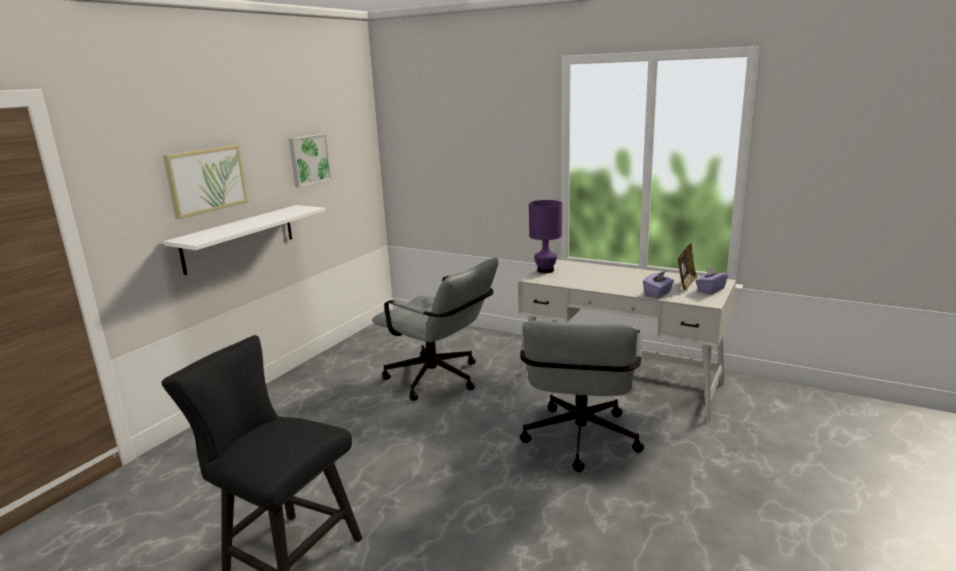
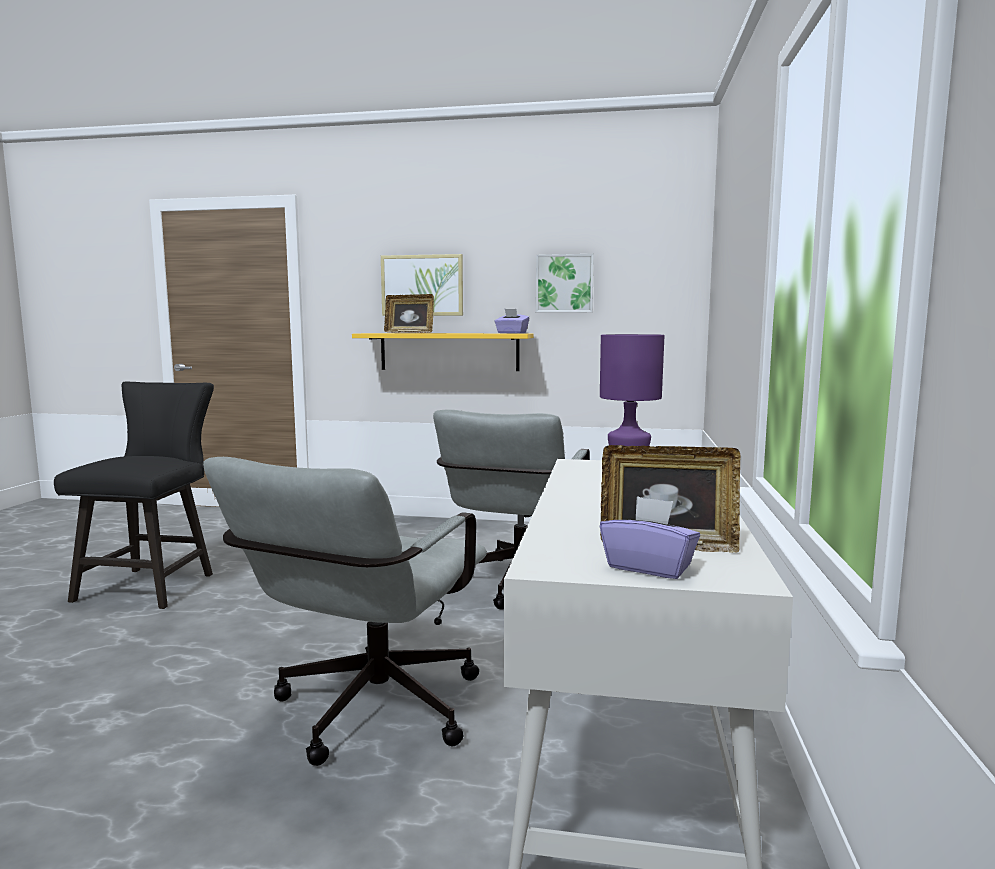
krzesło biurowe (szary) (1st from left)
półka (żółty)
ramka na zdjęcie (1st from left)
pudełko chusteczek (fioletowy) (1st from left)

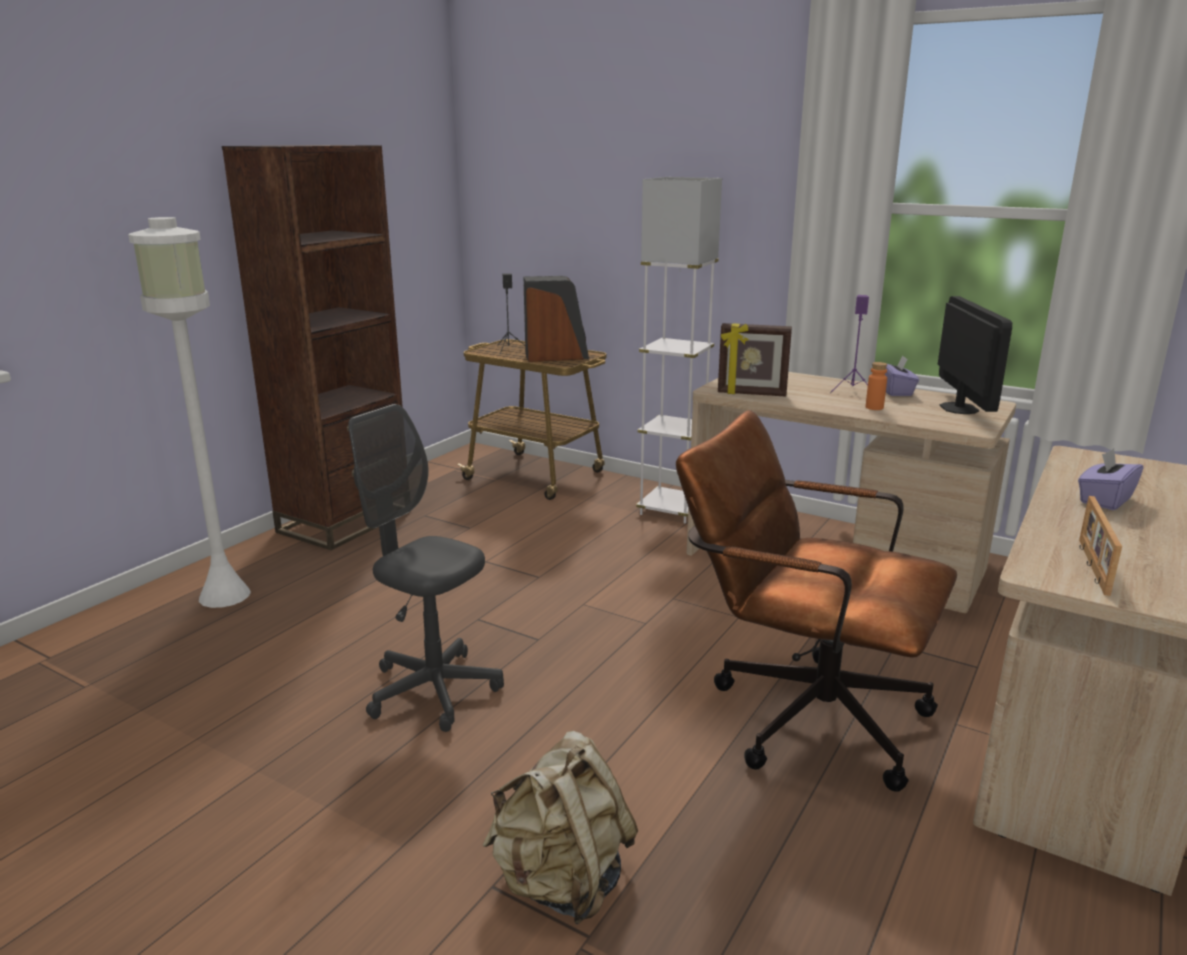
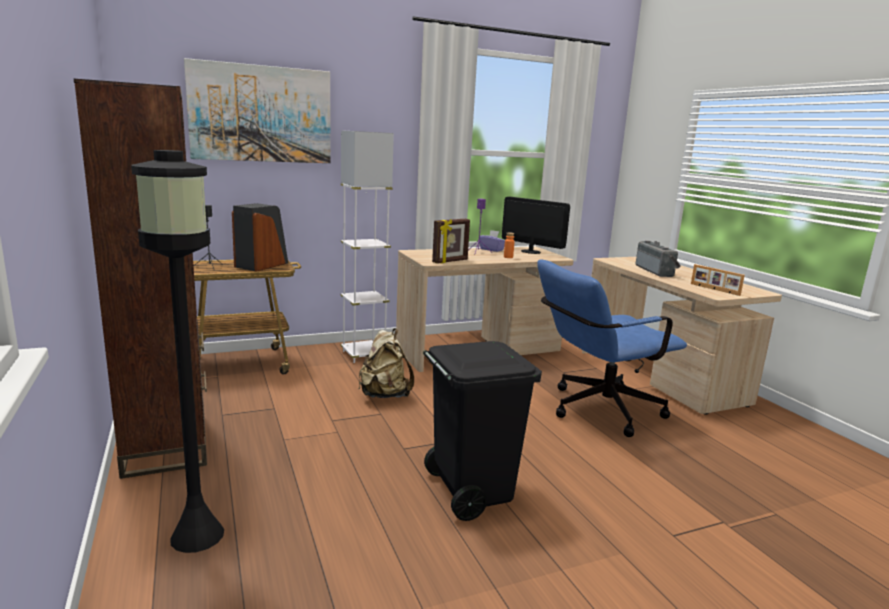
lampa stojąca (czarny)
obraz
plecak (beżowy)
kosz na śmieci (czarny)
krzesło biurowe (niebieski)
radio

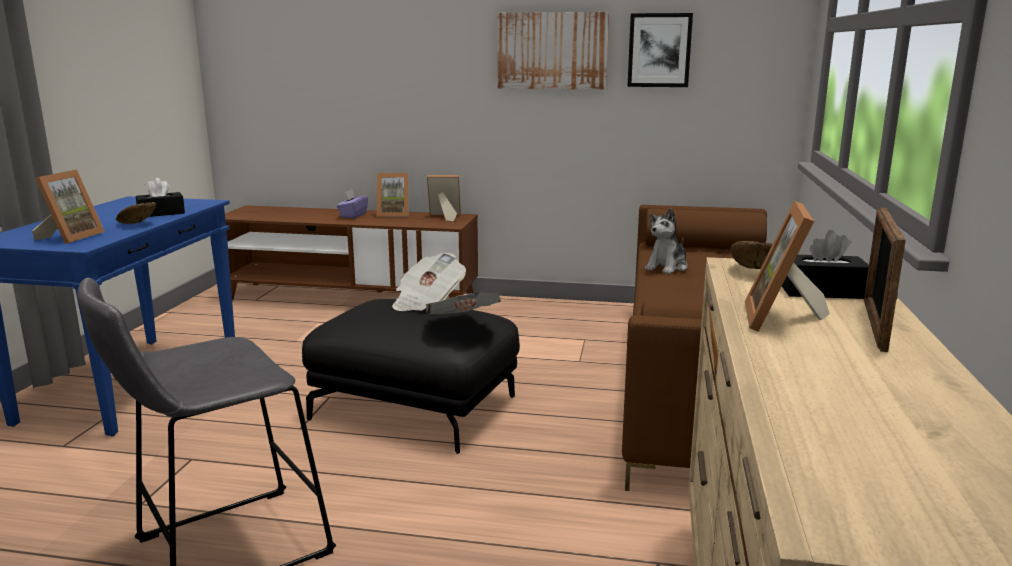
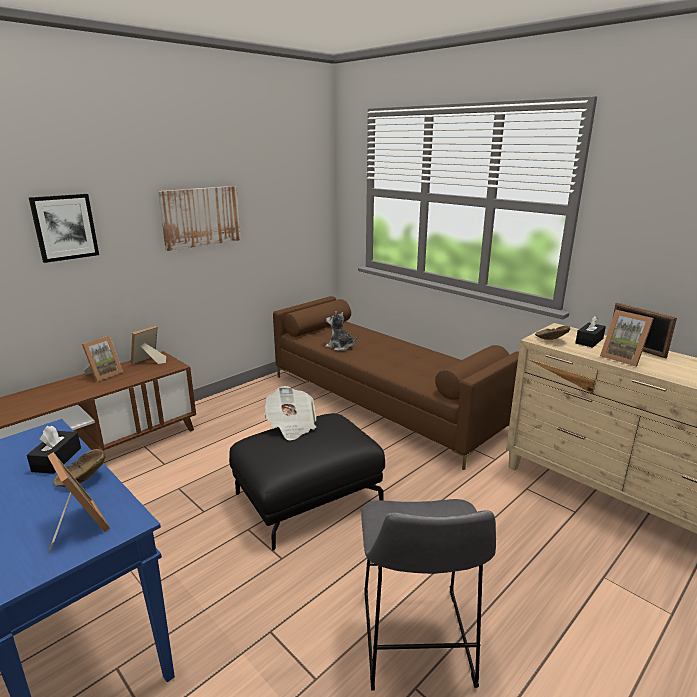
obraz (1st from left)
pluszak
pudełko chusteczek (fioletowy)
gazeta (2nd from left in the first image)

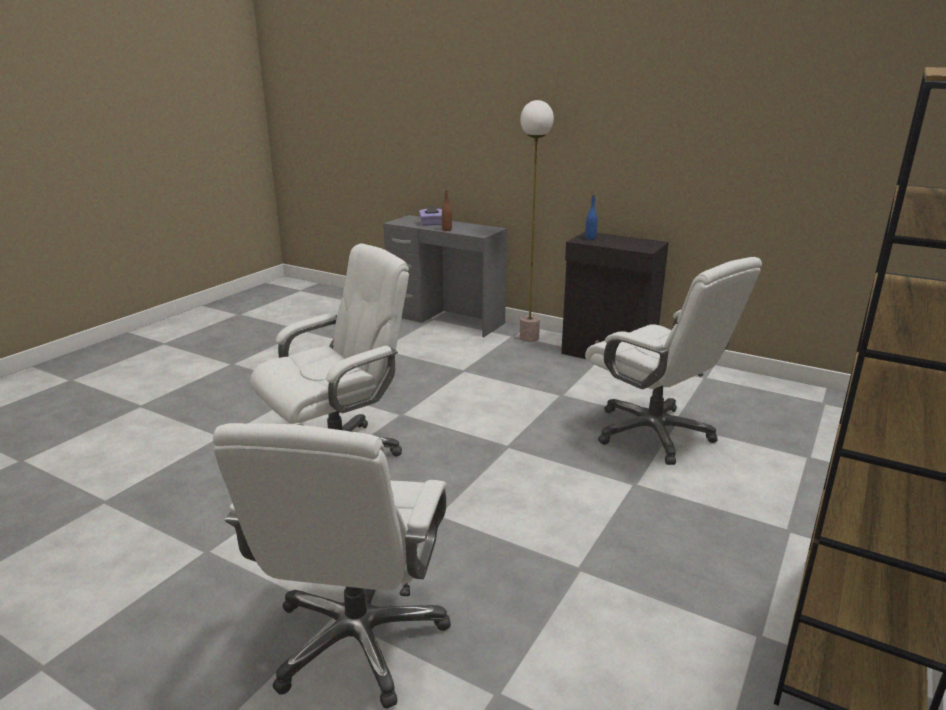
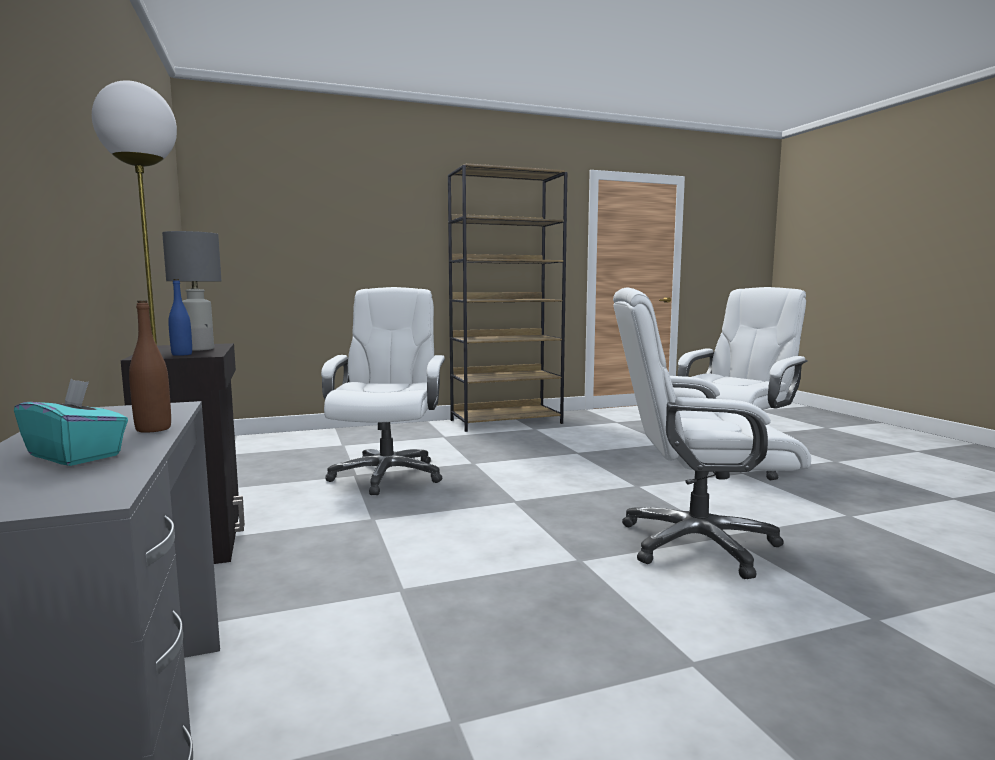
pudełko chusteczek (turkusowy)
lampa stołowa (szary)

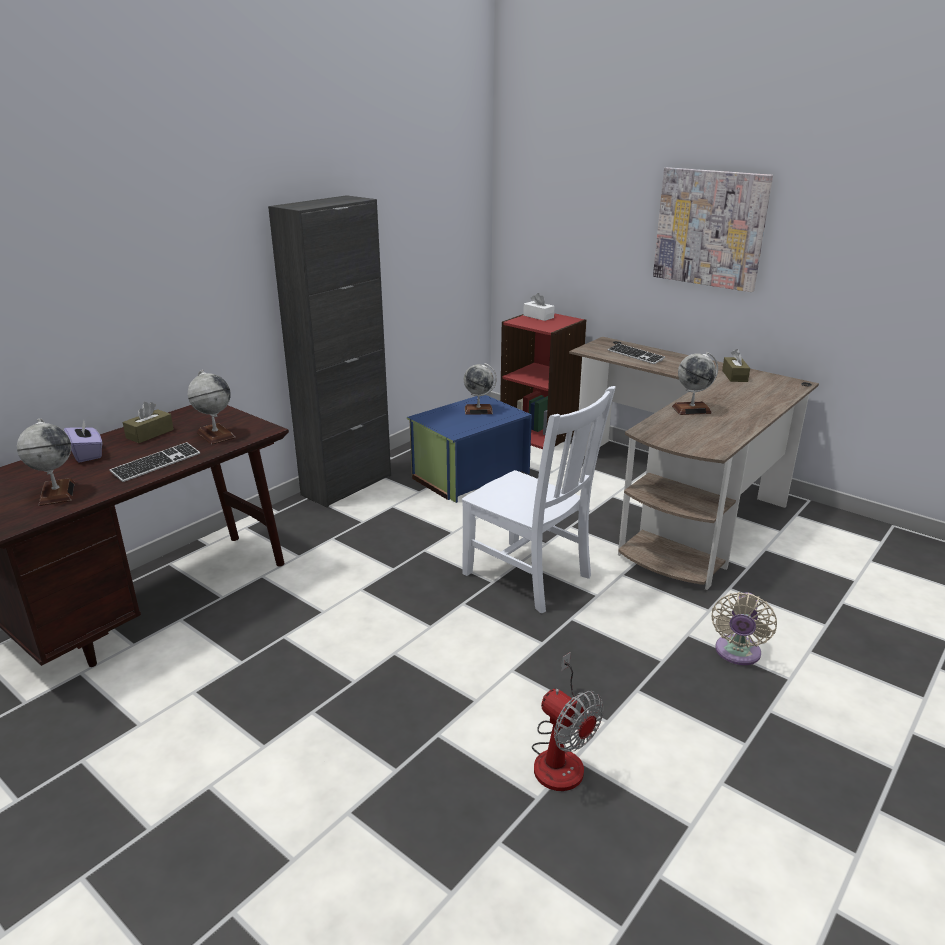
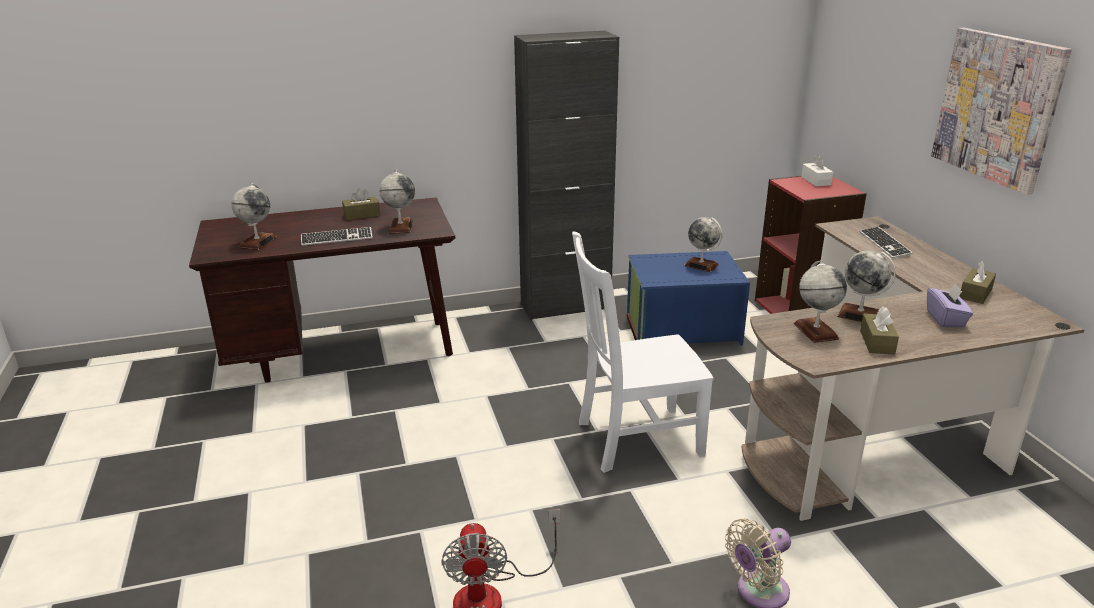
krzesło (biały)
globus (4th from left)
pudełko chusteczek (brązowy) (2nd from left)
pudełko chusteczek (fioletowy)

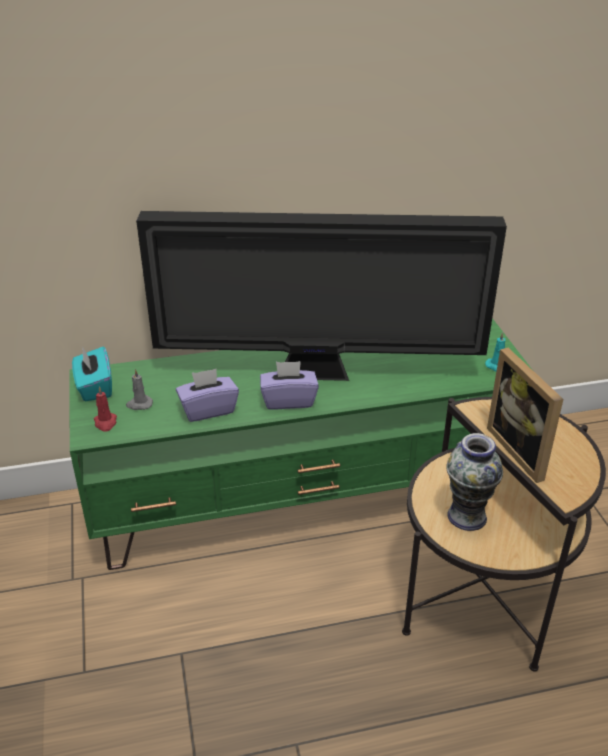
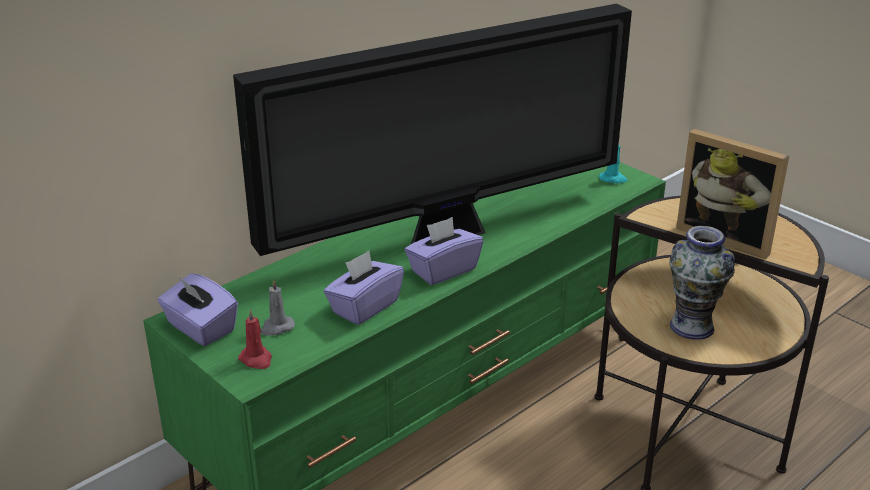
pudełko chusteczek (fioletowy) (1st from left)

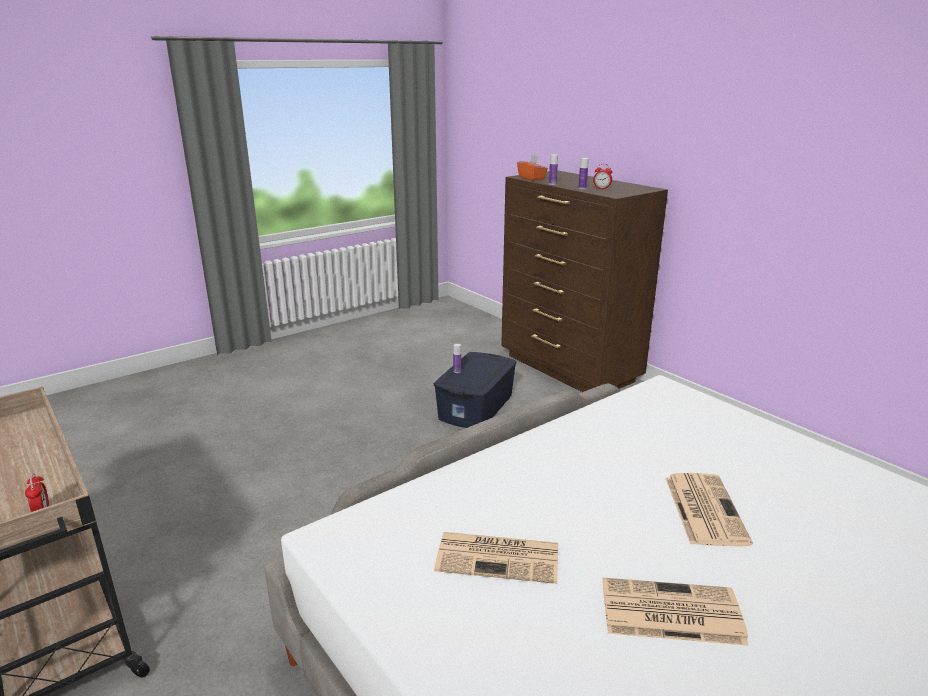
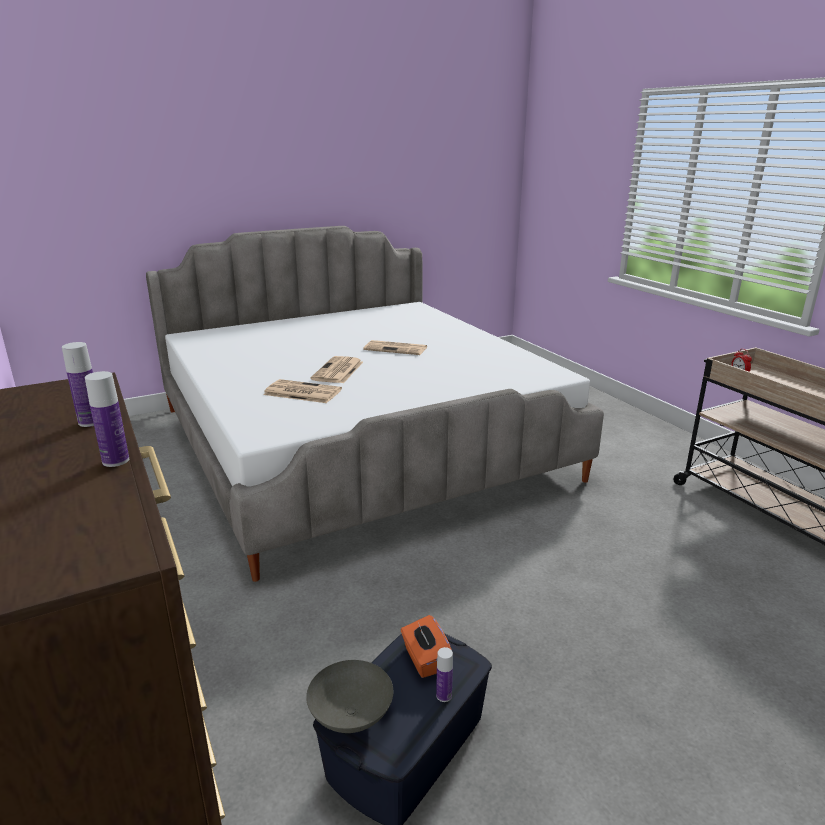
gazeta (1st from left)
miska (szary)
pudełko chusteczek (pomarańczowy)
budzik (2nd from left in the first image)

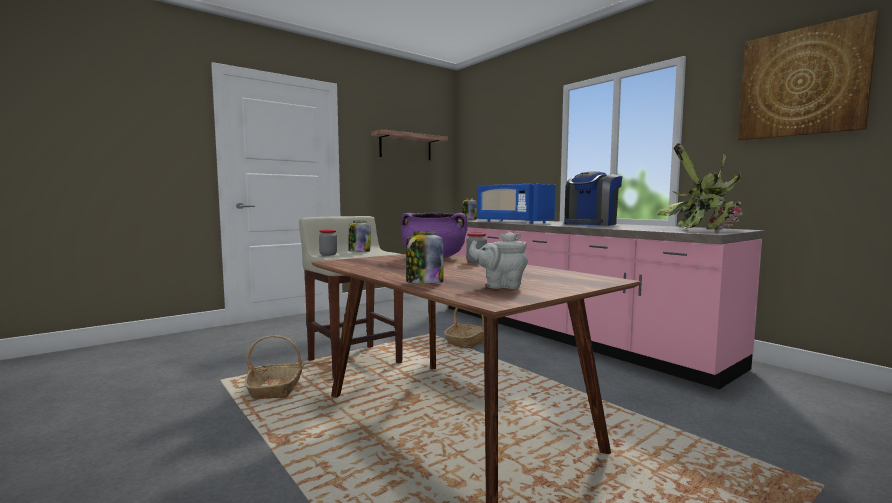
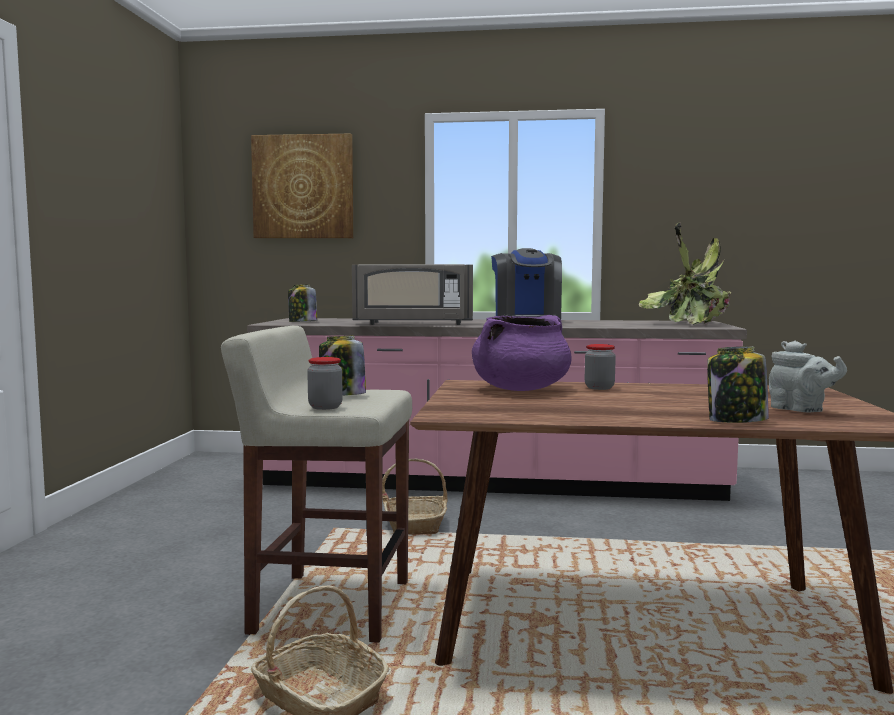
obraz
mikrofalówka (szary)
imbryk (szary)
półka

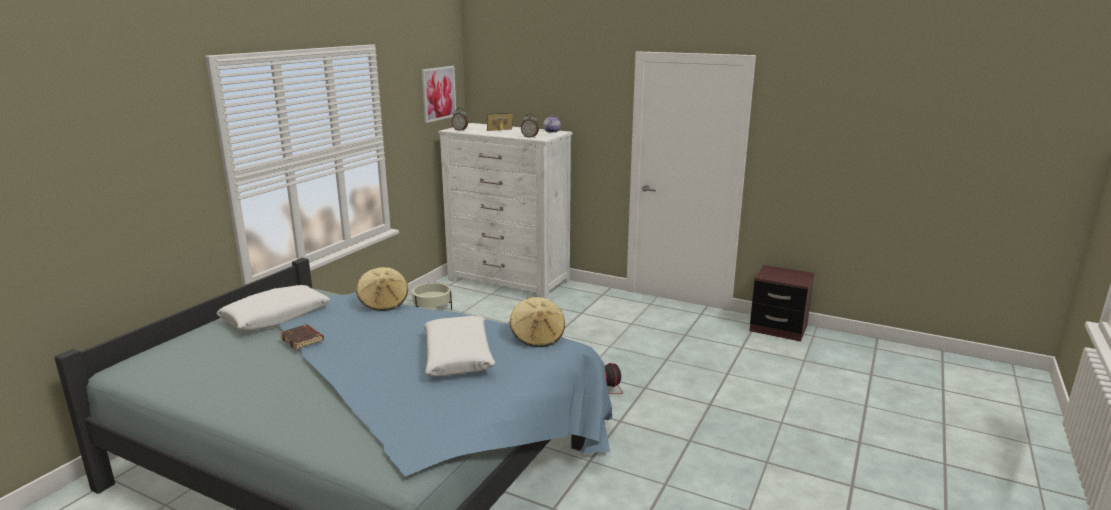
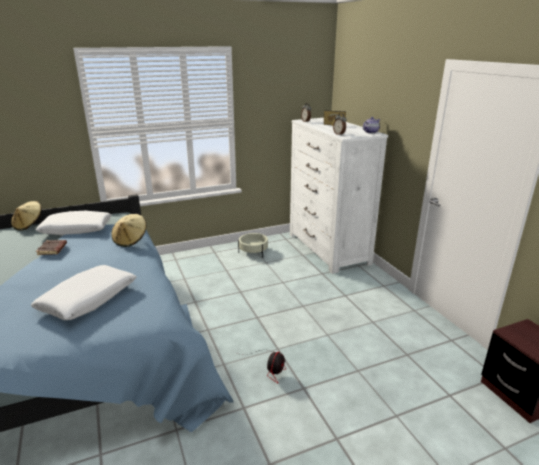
kapelusz (beżowy) (1st from left)
obraz

